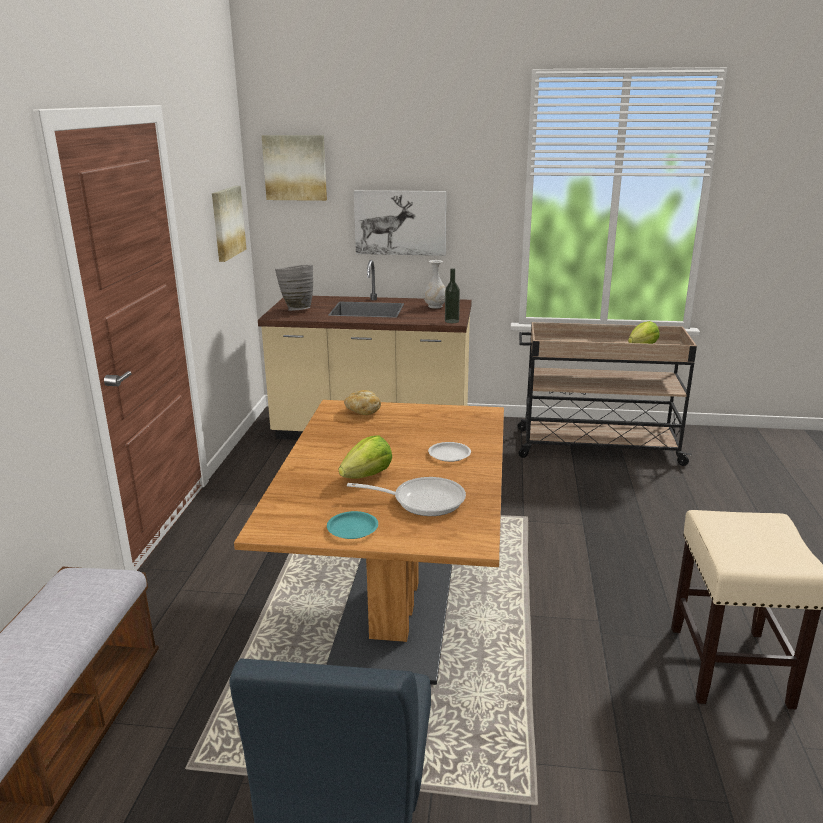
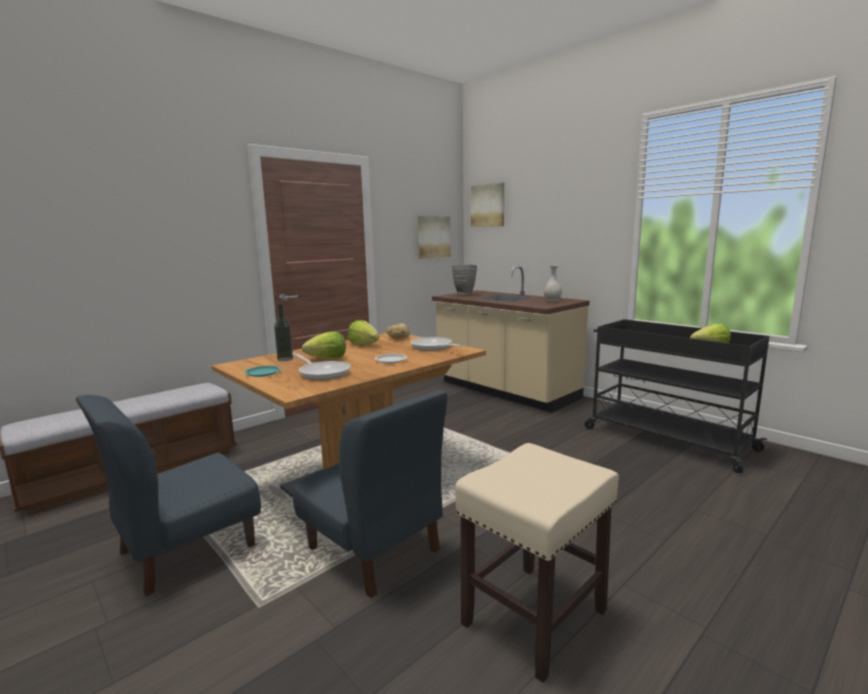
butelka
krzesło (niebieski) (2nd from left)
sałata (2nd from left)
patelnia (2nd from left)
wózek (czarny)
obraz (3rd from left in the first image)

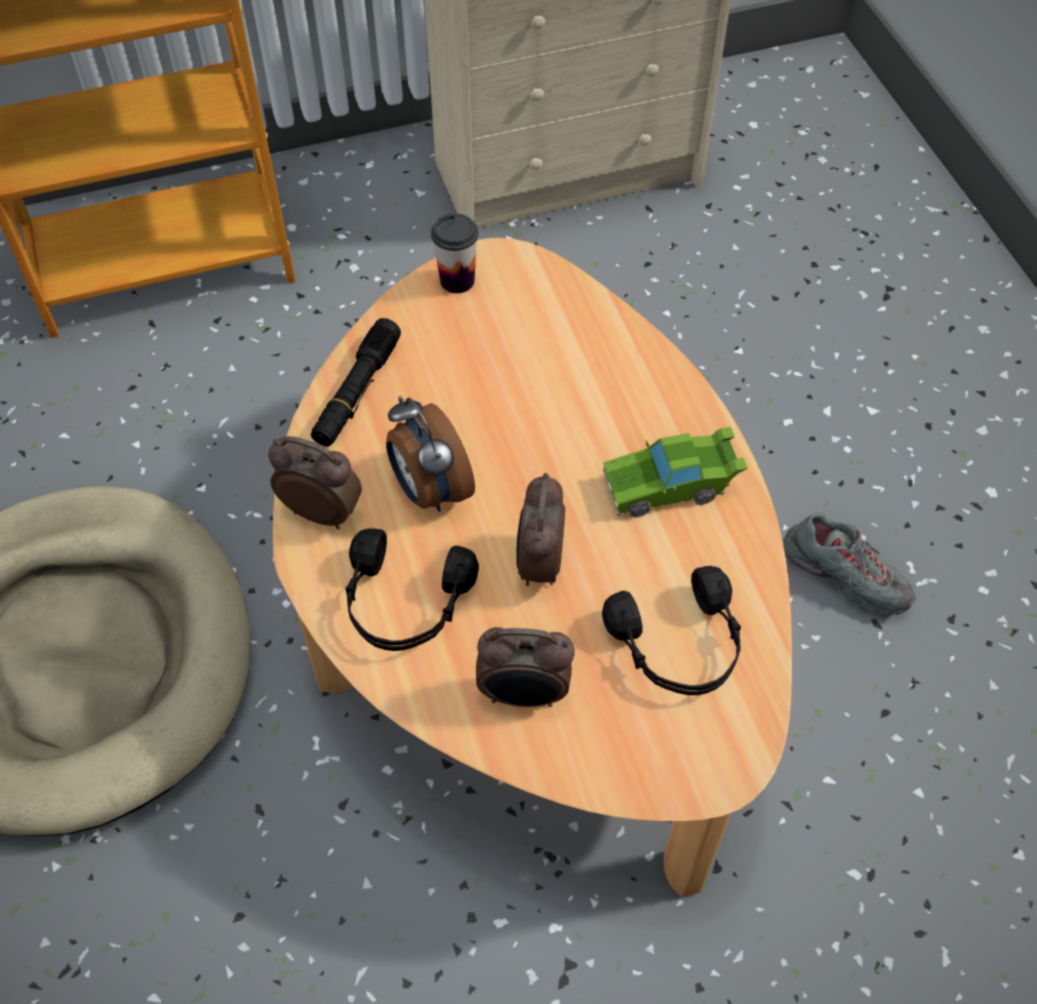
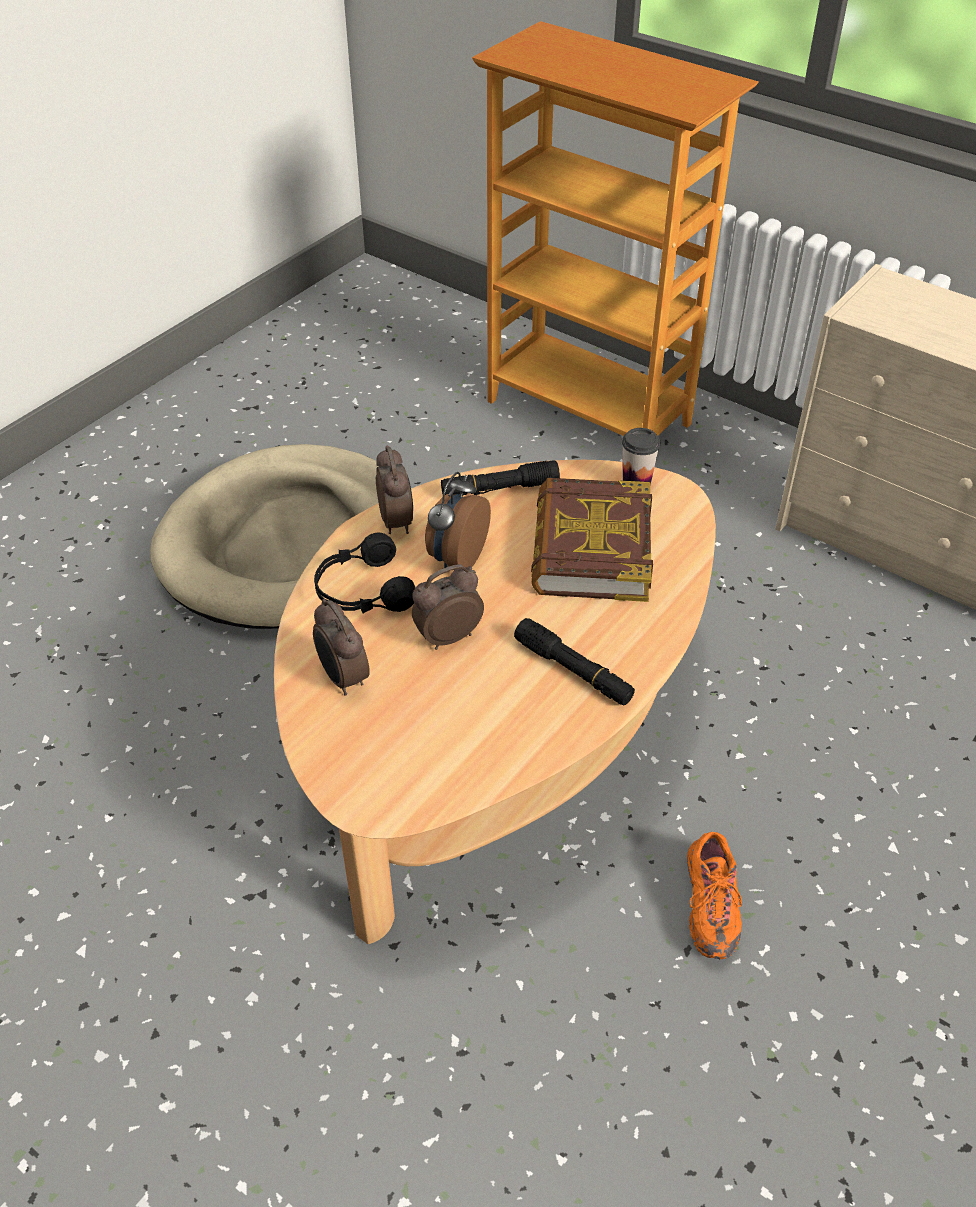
latarka (czarny) (2nd from left)
książka
but (pomarańczowy)
słuchawki (czarny) (2nd from left in the first image)

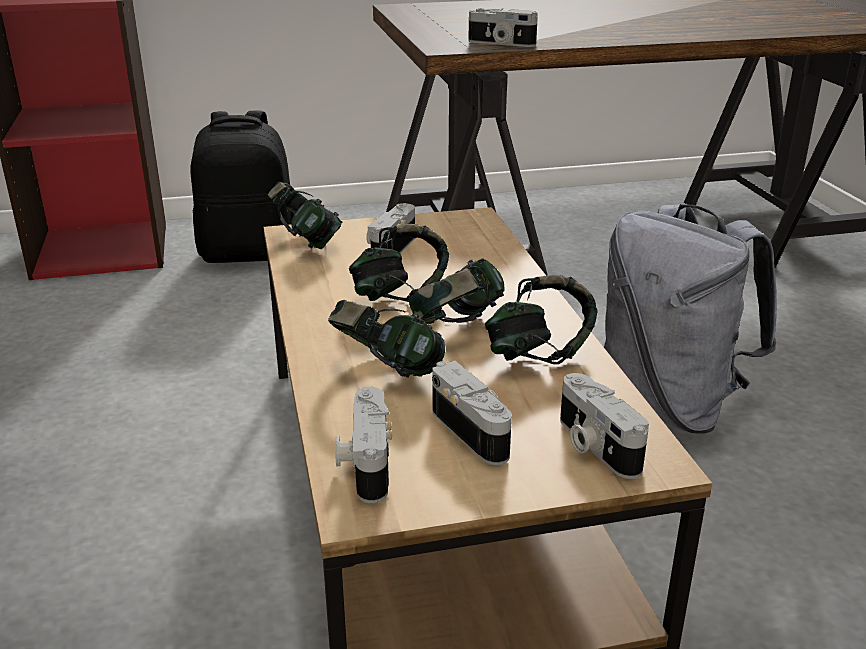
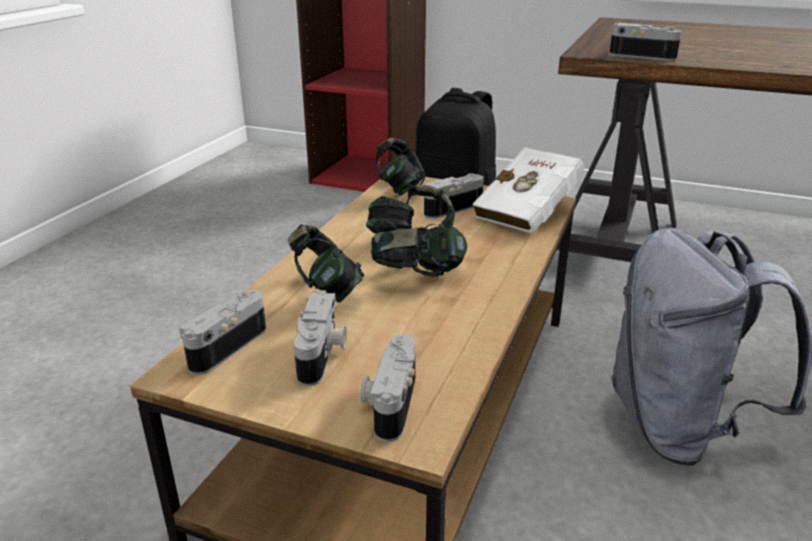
książka (biały)
aparat fotograficzny (5th from left)
słuchawki (5th from left in the first image)

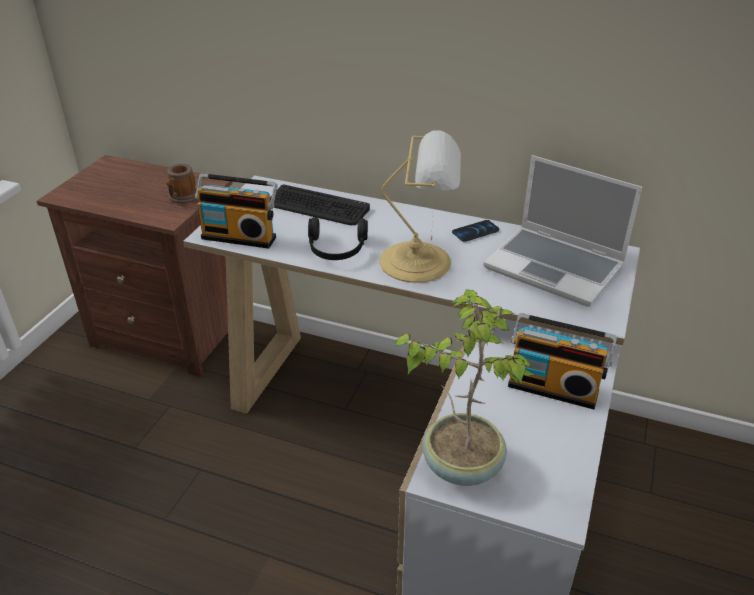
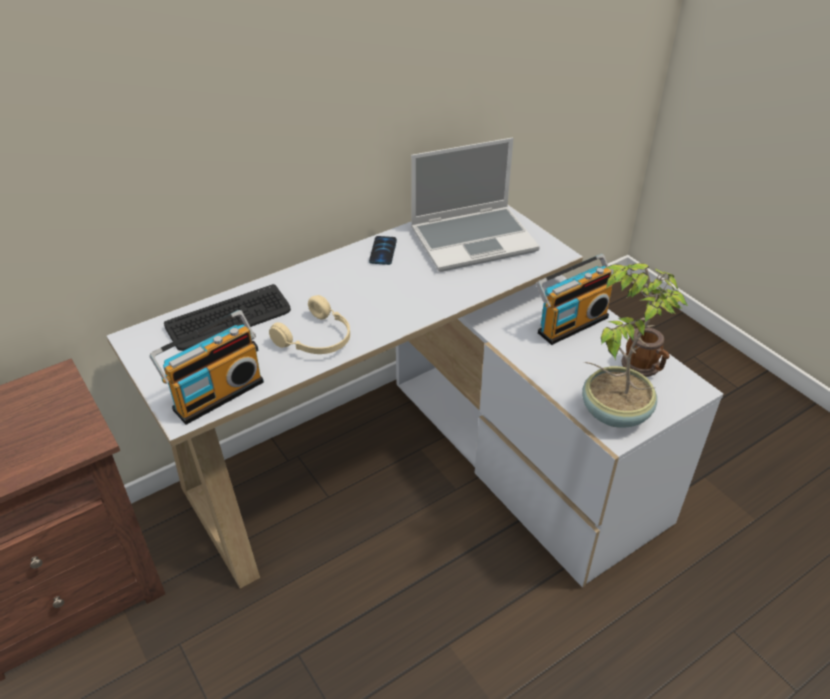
słuchawki (beżowy)
kubek
lampa stołowa

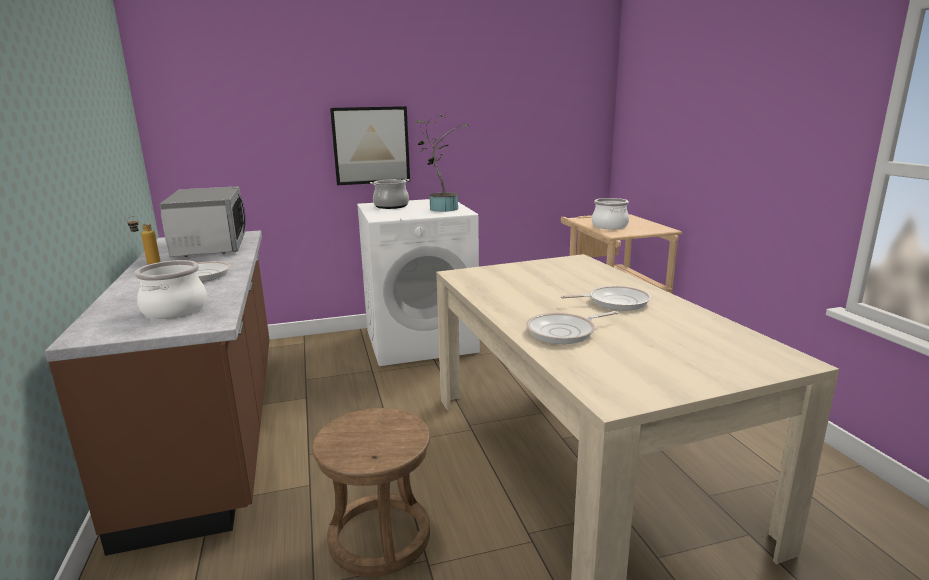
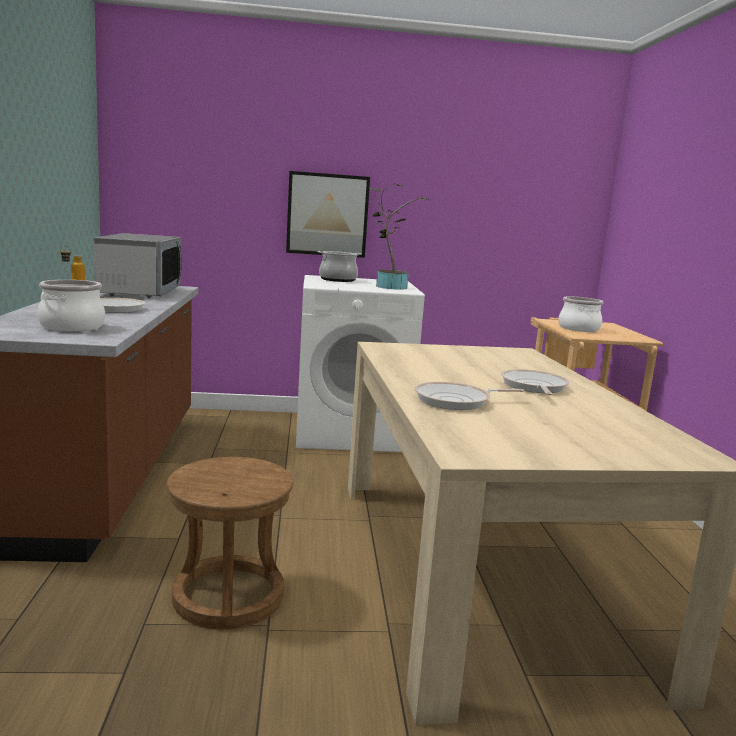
patelnia (3rd from left)

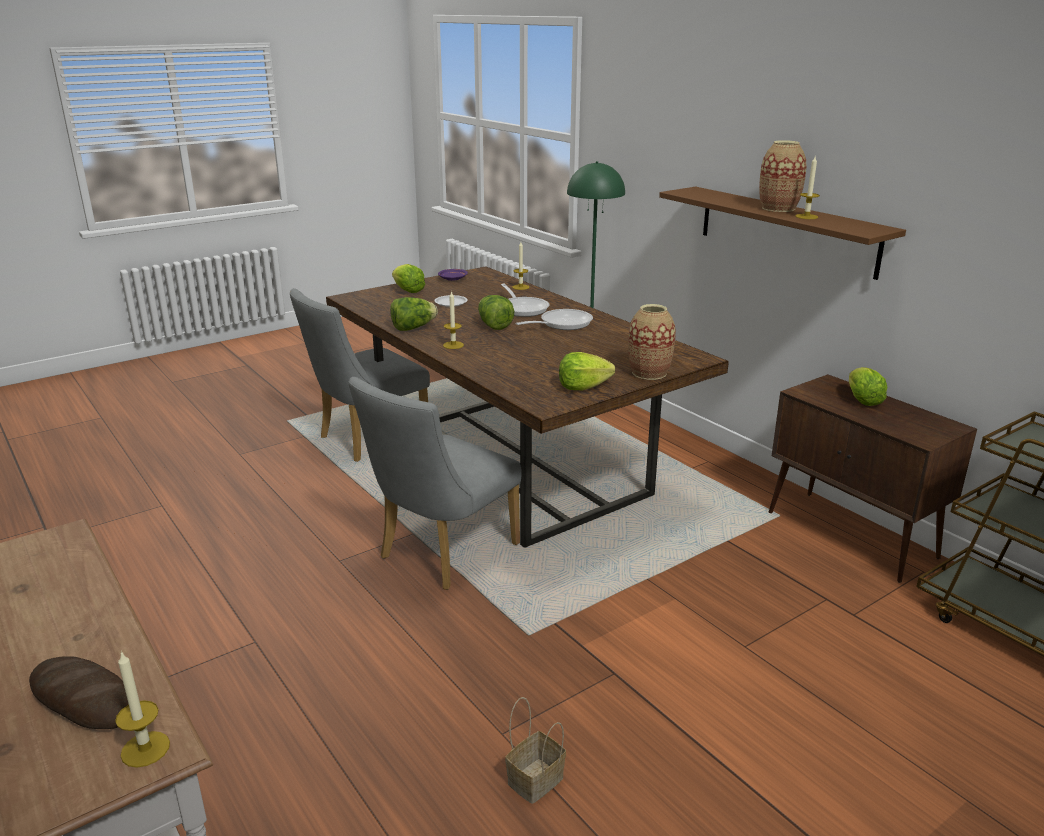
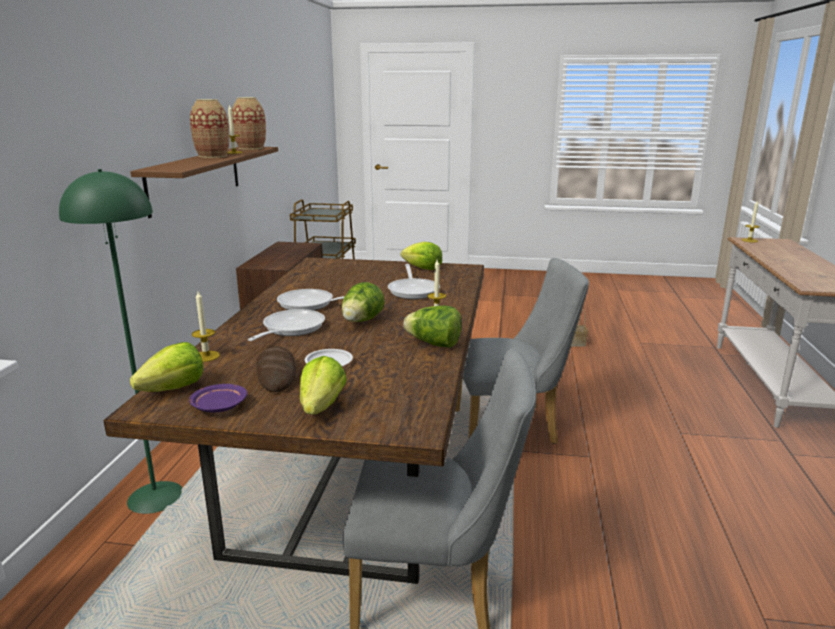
sałata (1st from left)
wazon (2nd from left)
chleb
patelnia (3rd from left)

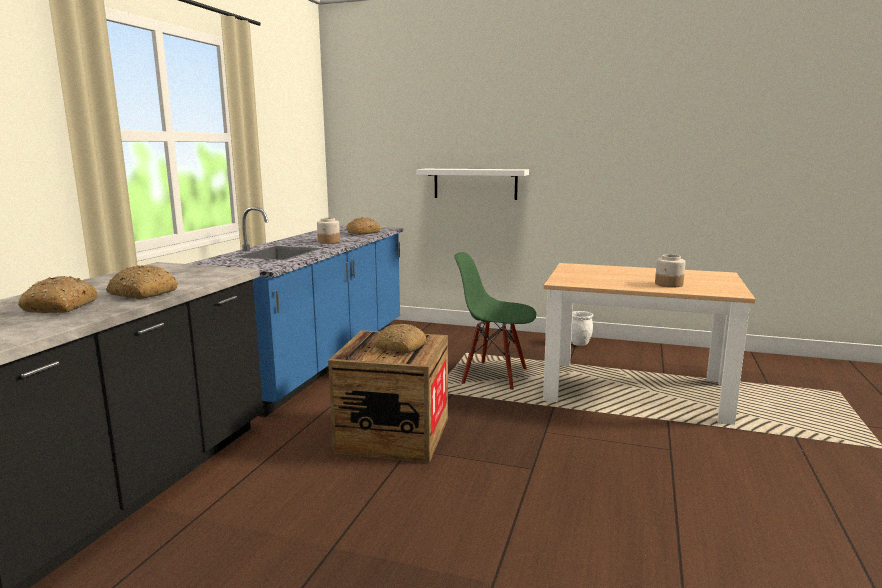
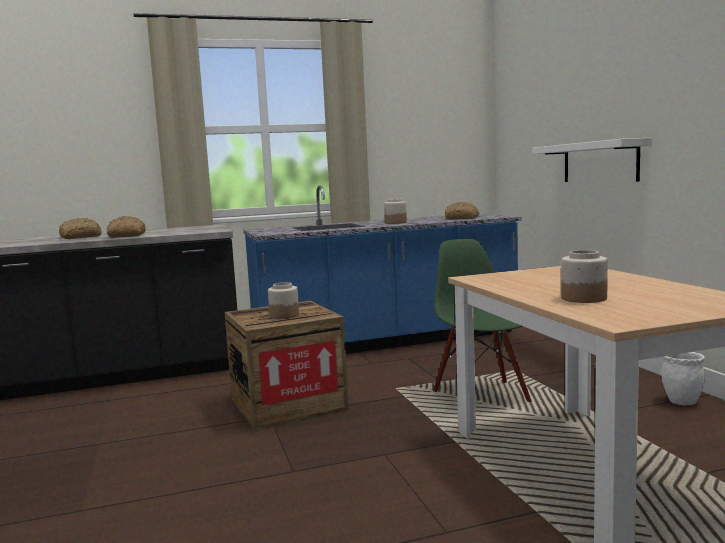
słoik (1st from left)

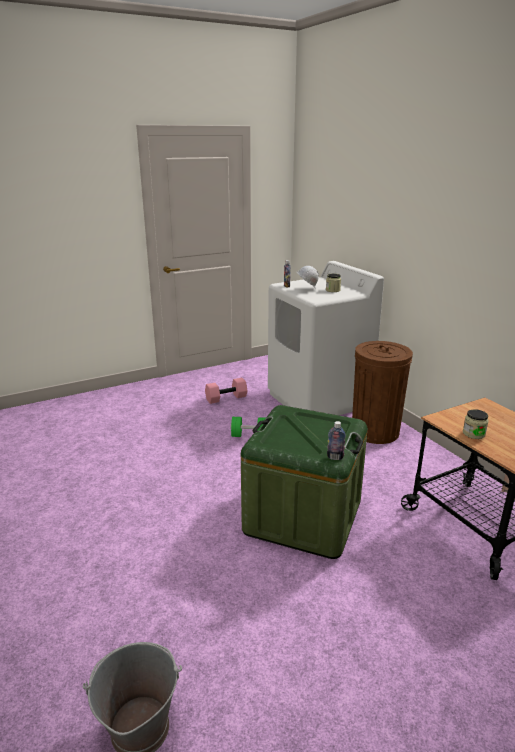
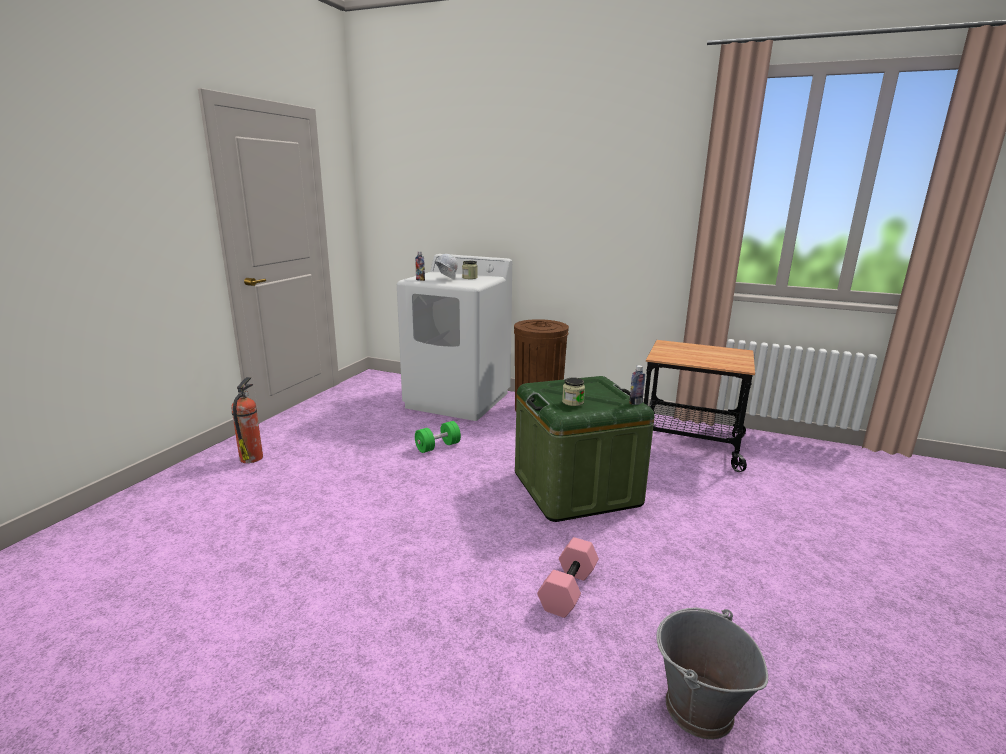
gaśnica
hantel (różowy)
słoik (2nd from left)

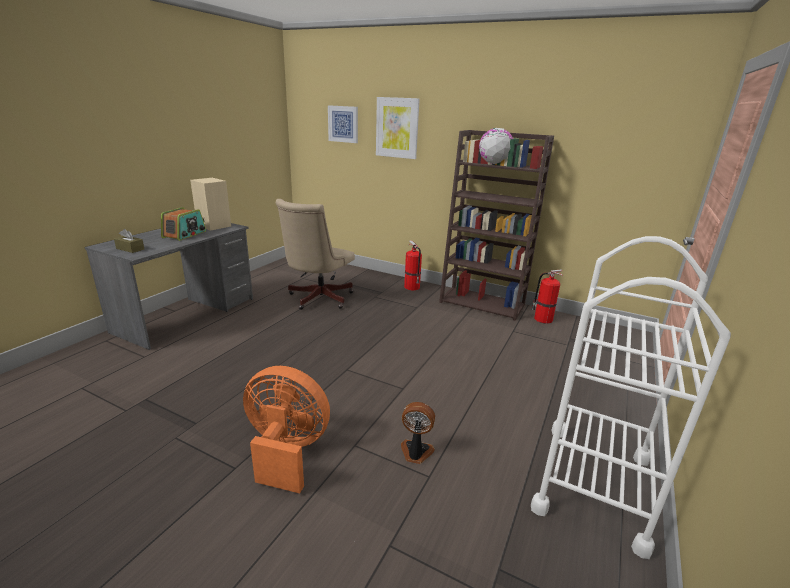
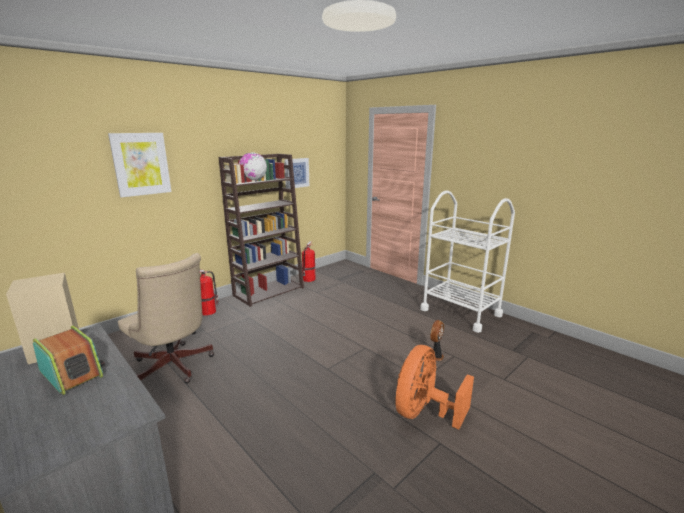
obraz (2nd from left)
pudełko chusteczek (brązowy)

